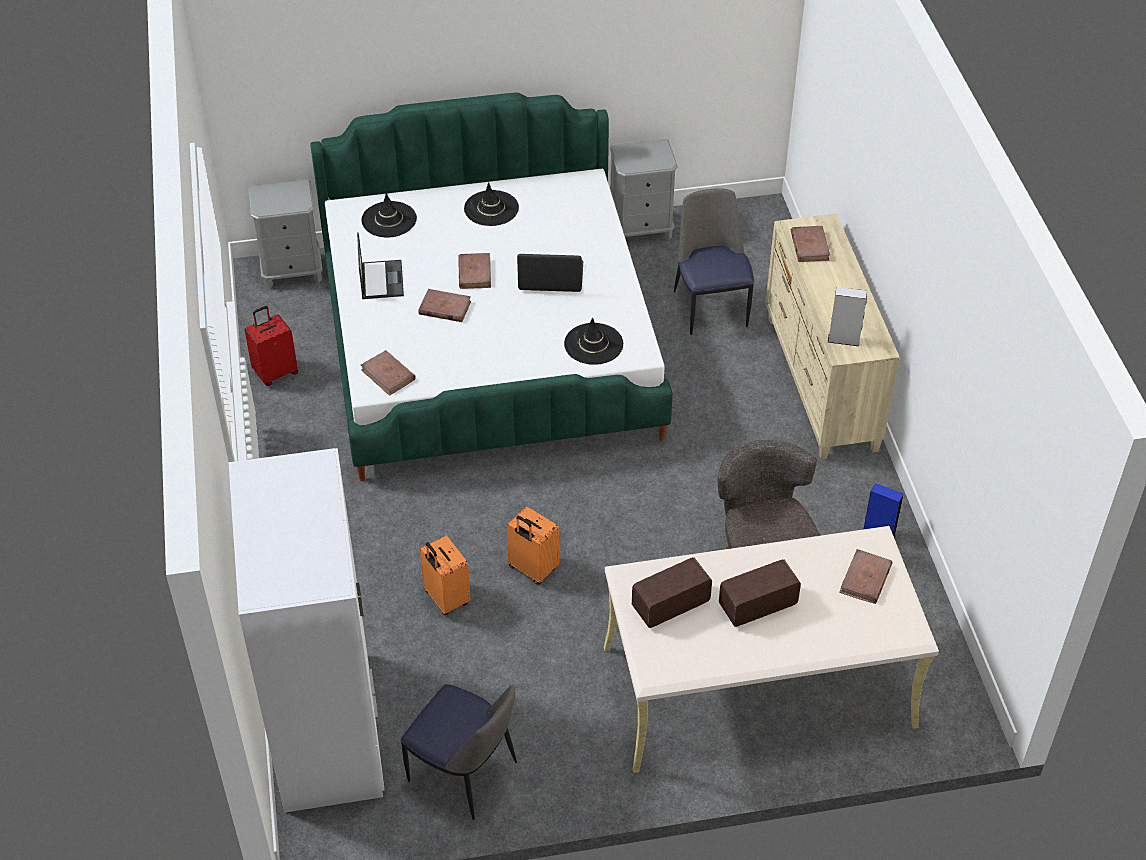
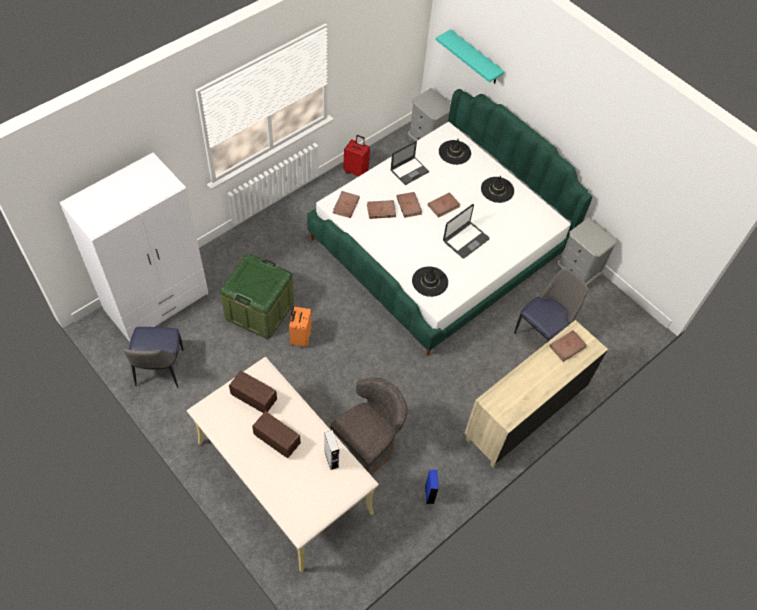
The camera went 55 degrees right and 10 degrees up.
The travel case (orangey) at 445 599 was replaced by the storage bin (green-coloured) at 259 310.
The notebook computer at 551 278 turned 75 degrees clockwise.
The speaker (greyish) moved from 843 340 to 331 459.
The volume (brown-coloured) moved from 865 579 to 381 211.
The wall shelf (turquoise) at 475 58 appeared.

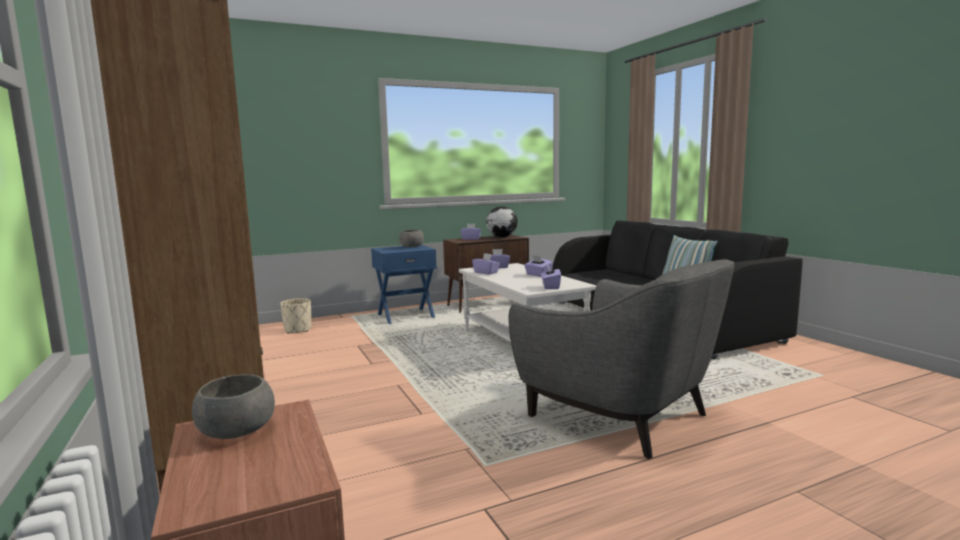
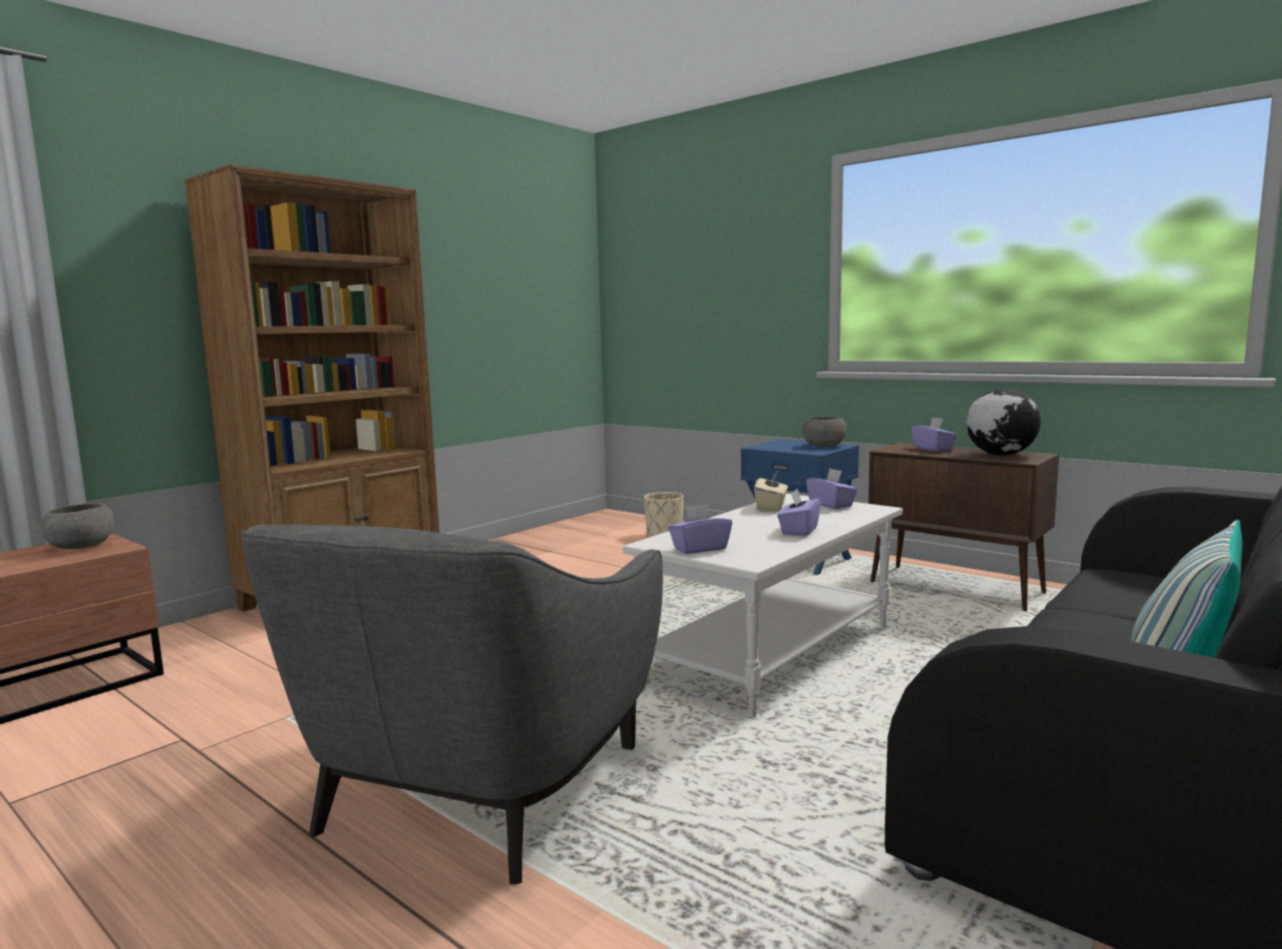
The camera went 65 degrees right and 0 degrees up.
The tissue holder (purple) at 486 272 became the tissue holder (sand-coloured) at 771 507.

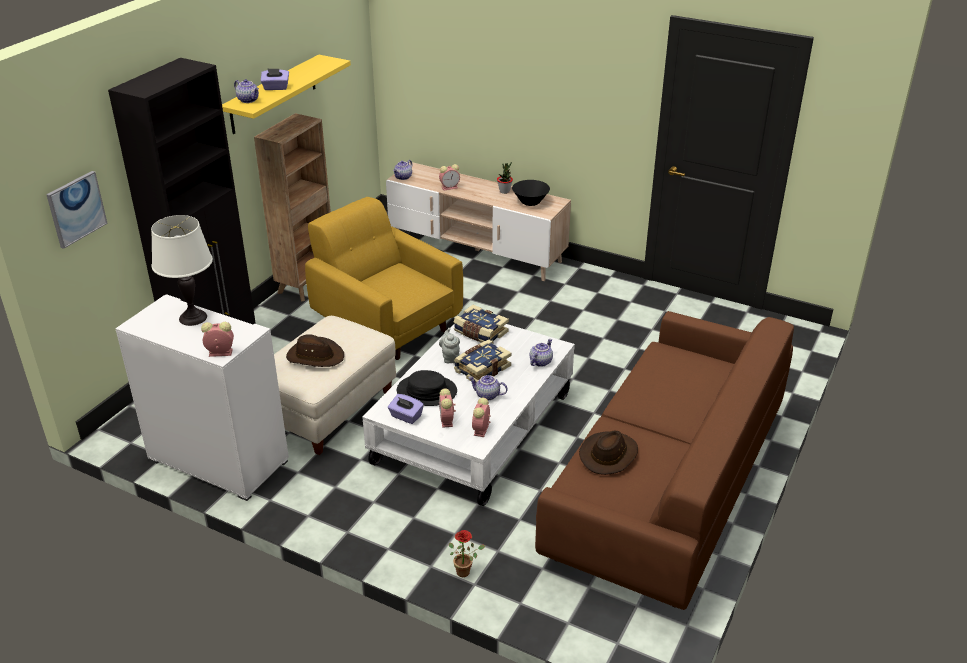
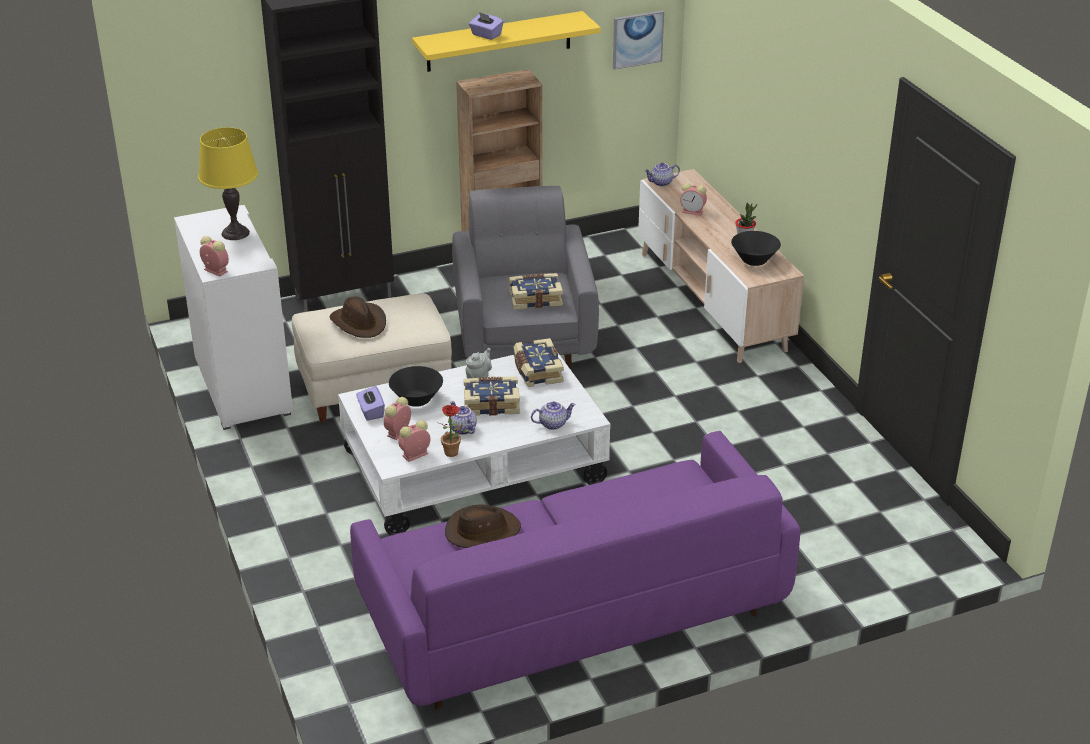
The camera went 40 degrees right and 0 degrees up.
The picture moved from 76 209 to 637 39.
The lamp for a table (white-coloured) at 193 318 became the lamp for a table (yellow-coloured) at 235 233.
The tea pot at 249 100 disappeared.
The armchair (yellow-coloured) at 386 324 became the armchair (greyish) at 524 335.
The wearable hat (blackish) at 426 391 was replaced by the bowl (blackish) at 416 400.
The plant in a pot moved from 465 571 to 454 453.
The sofa (brown-coloured) at 664 488 became the sofa (purple) at 571 612.
The volume at 535 298 appeared.

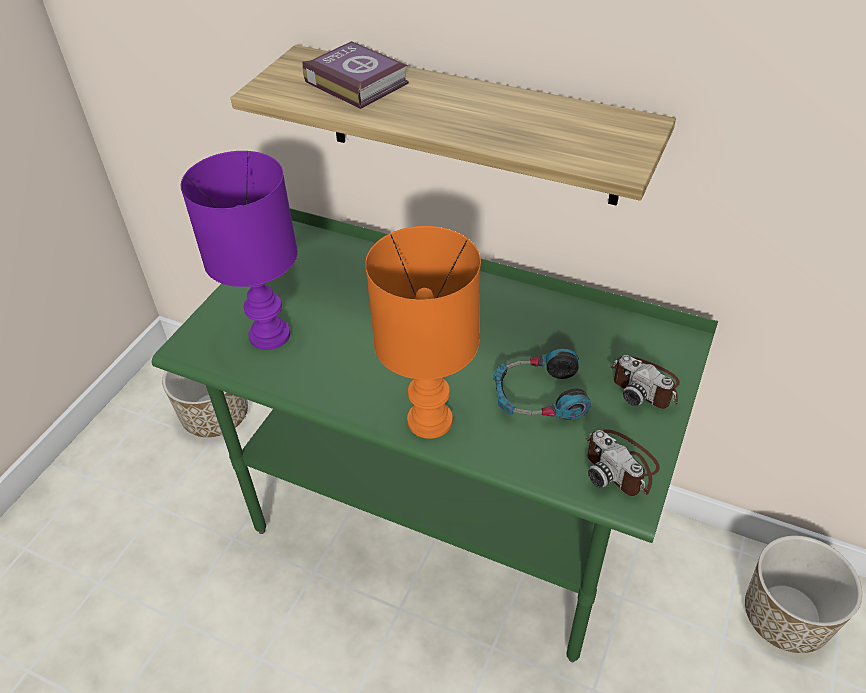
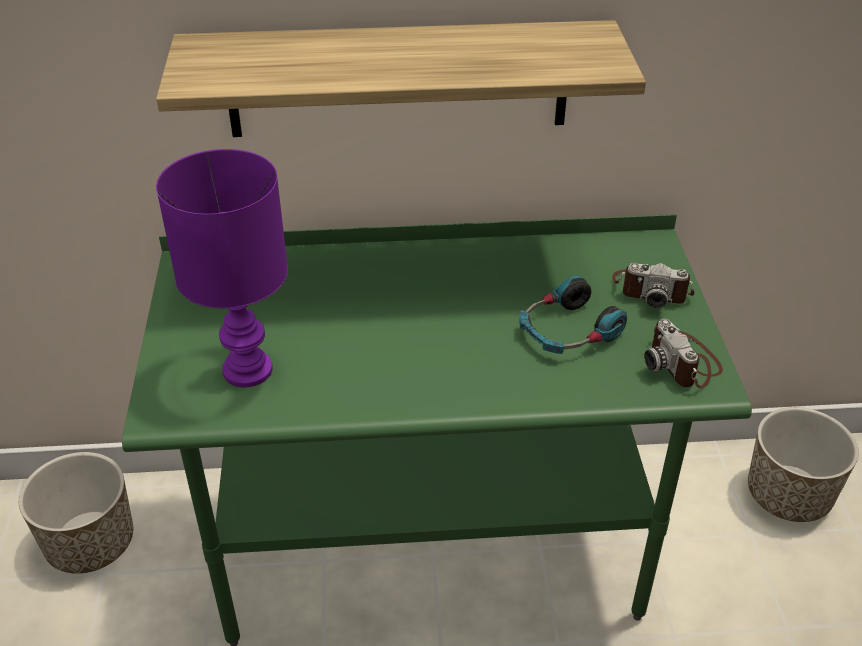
The camera went 30 degrees left and 5 degrees down.
The volume at 356 81 disappeared.
The lamp for a table (orangey) at 430 422 disappeared.
The photo camera at 621 465 turned 45 degrees clockwise.

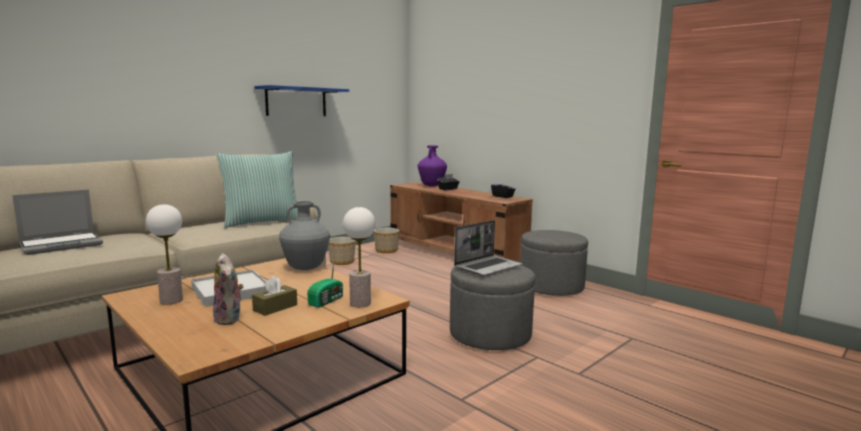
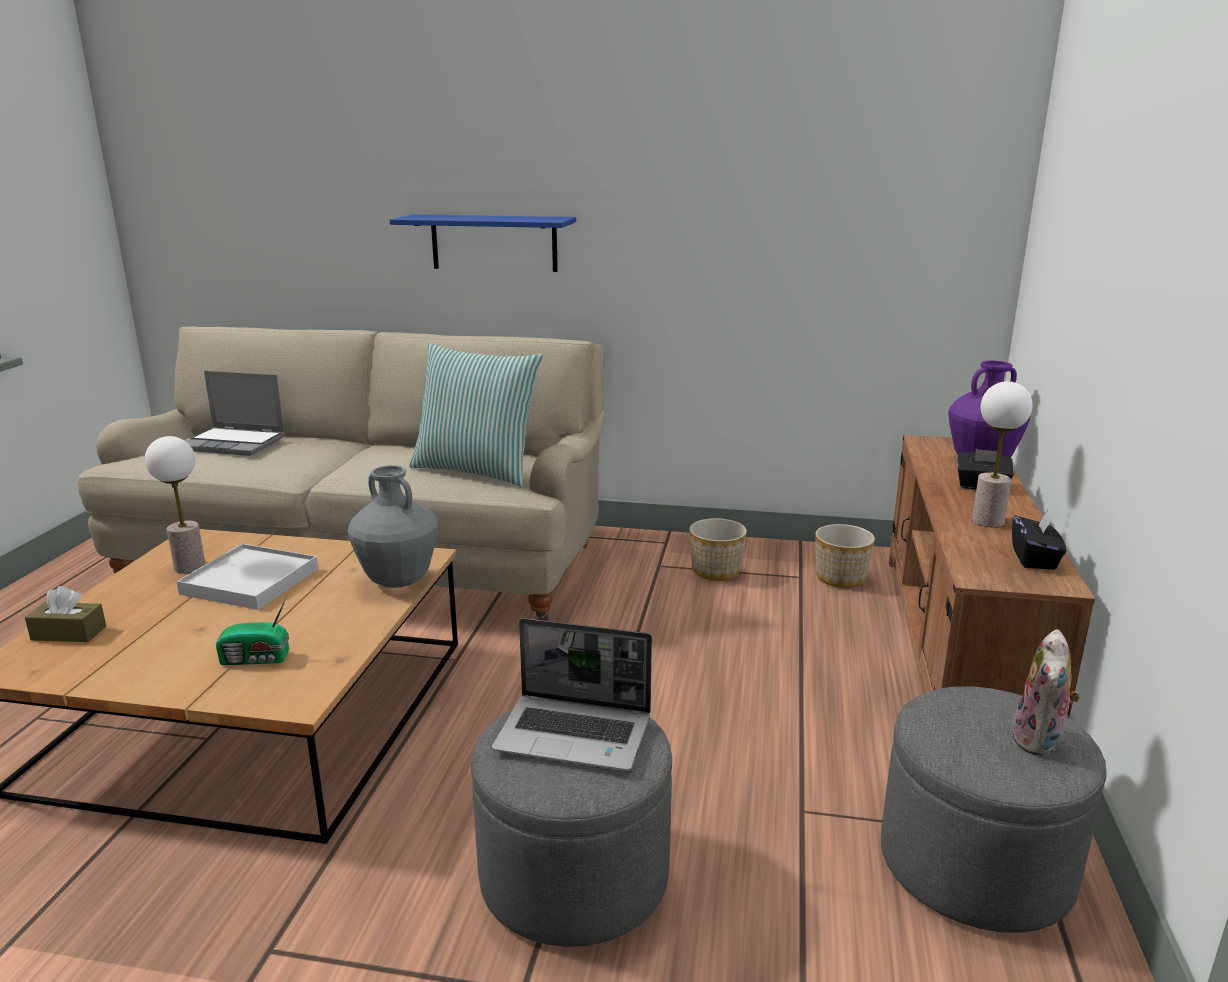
The camera went 55 degrees right and 10 degrees up.
The cuddly toy moved from 230 319 to 1040 741.
The tissue holder (brown-coloured) moved from 275 307 to 69 633.
The wall shelf (bluish) moved from 296 102 to 494 243.
The lamp for a table moved from 360 303 to 987 521.

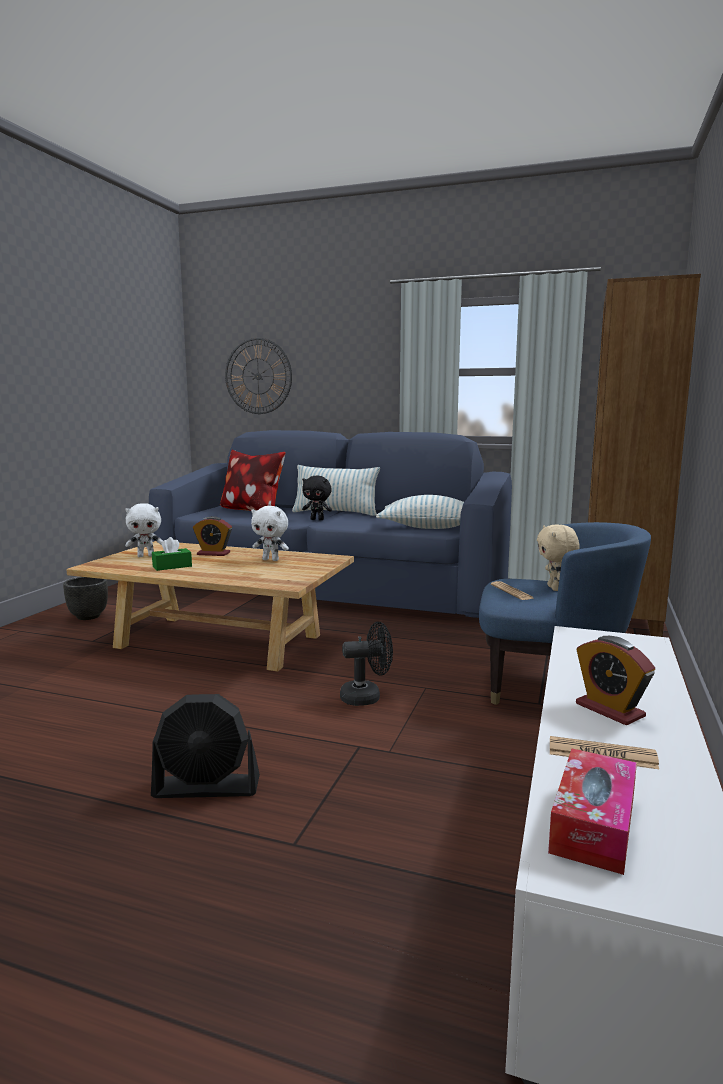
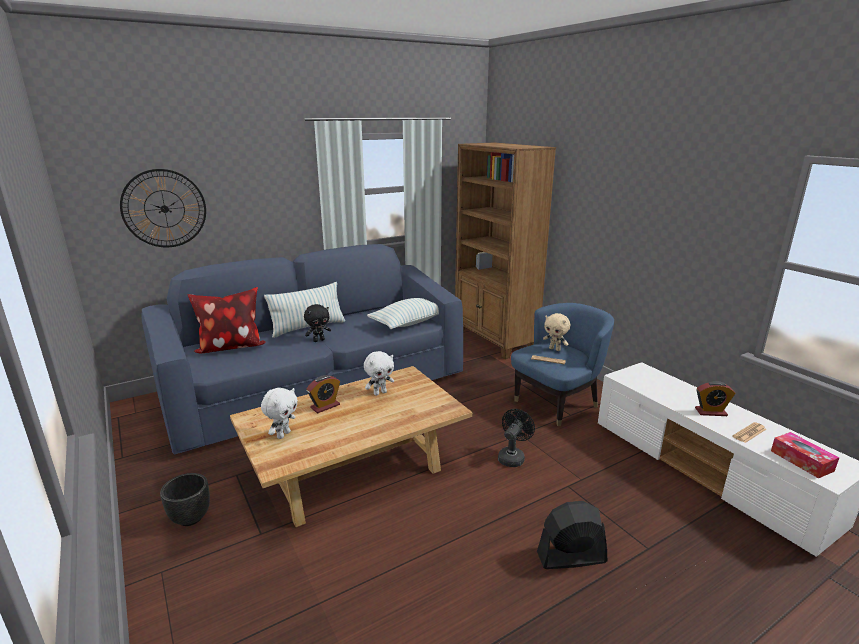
The camera went 50 degrees left and 10 degrees up.
The fan (blackish) at 207 787 turned 135 degrees counterclockwise.
The tissue holder (green-coloured) at 172 566 disappeared.

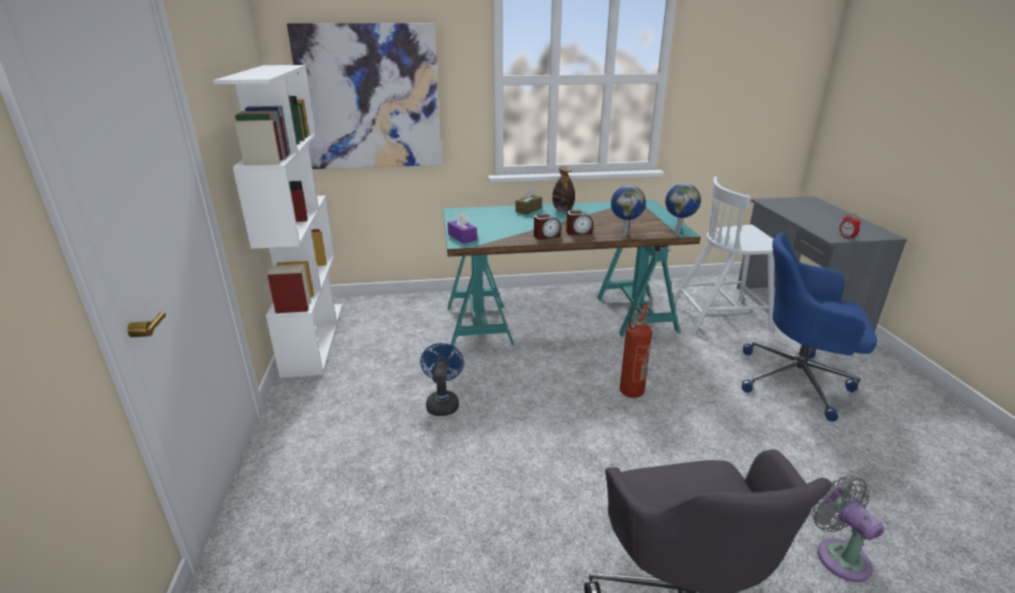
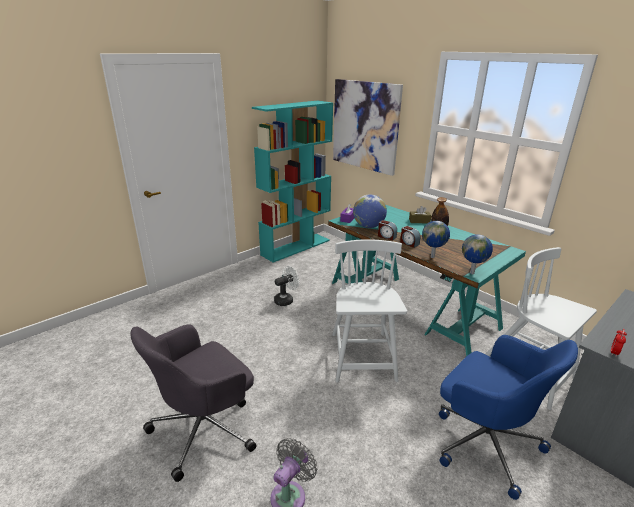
The camera went 55 degrees right and 0 degrees up.
The shelving unit (white-coloured) at 313 337 became the shelving unit (turquoise) at 296 247.
The fan (bluish) at 443 402 became the fan (white-coloured) at 286 300.
The extinguisher at 629 394 was replaced by the chair (white-coloured) at 362 358.
The desk chair (bluish) at 797 381 turned 150 degrees clockwise.
The world globe at 368 226 appeared.

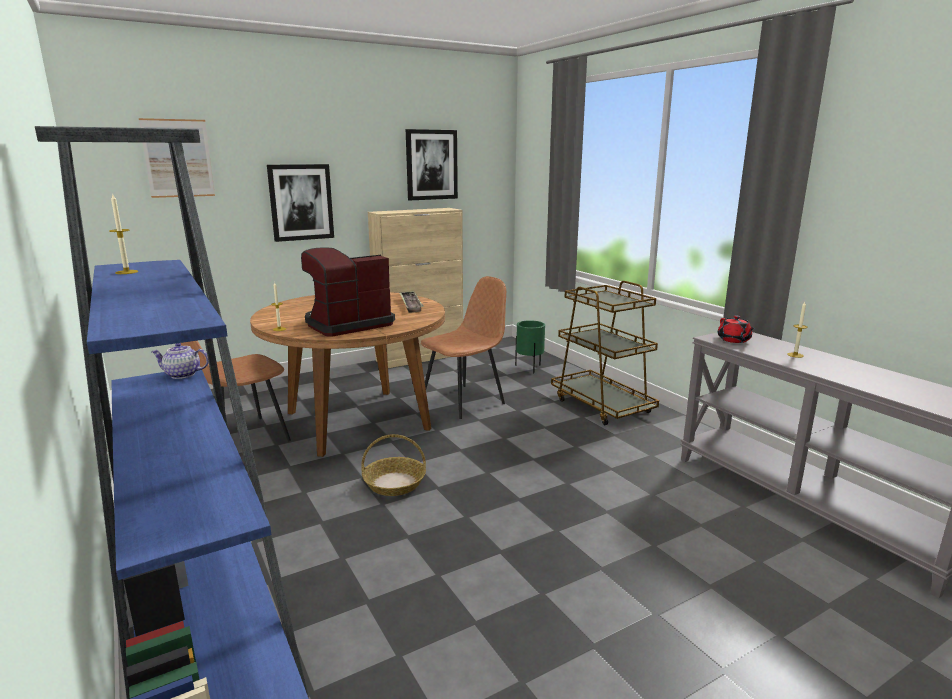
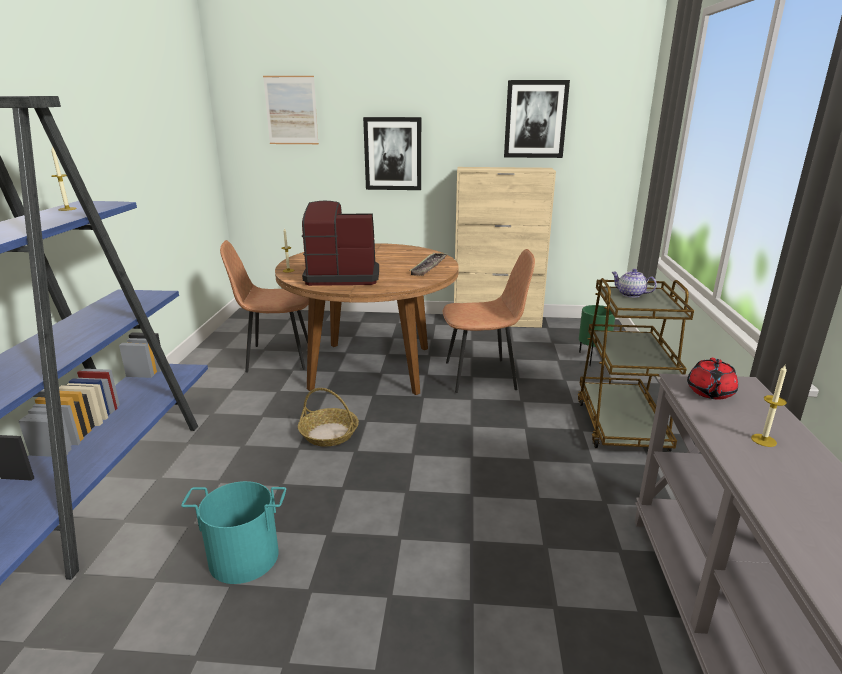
The camera went 35 degrees right and 5 degrees up.
The tea pot moved from 182 375 to 630 294.
The water bucket (turquoise) at 243 558 appeared.

